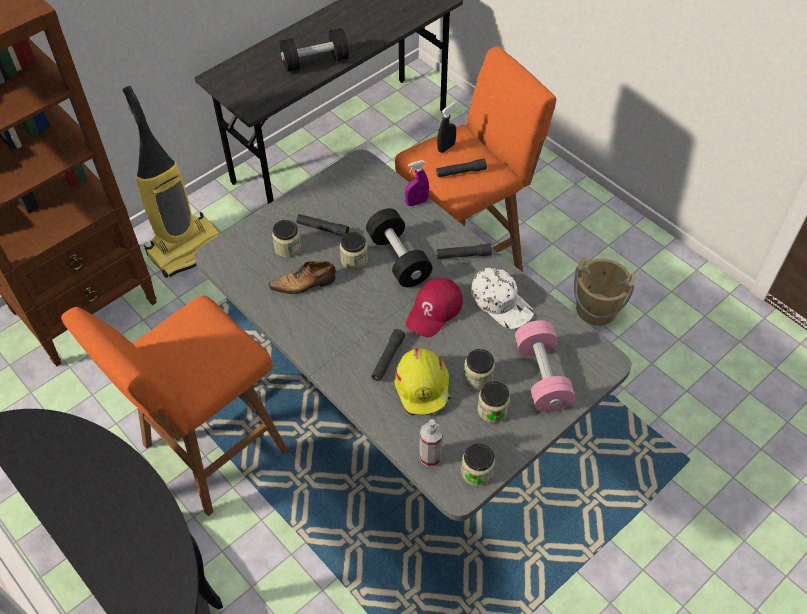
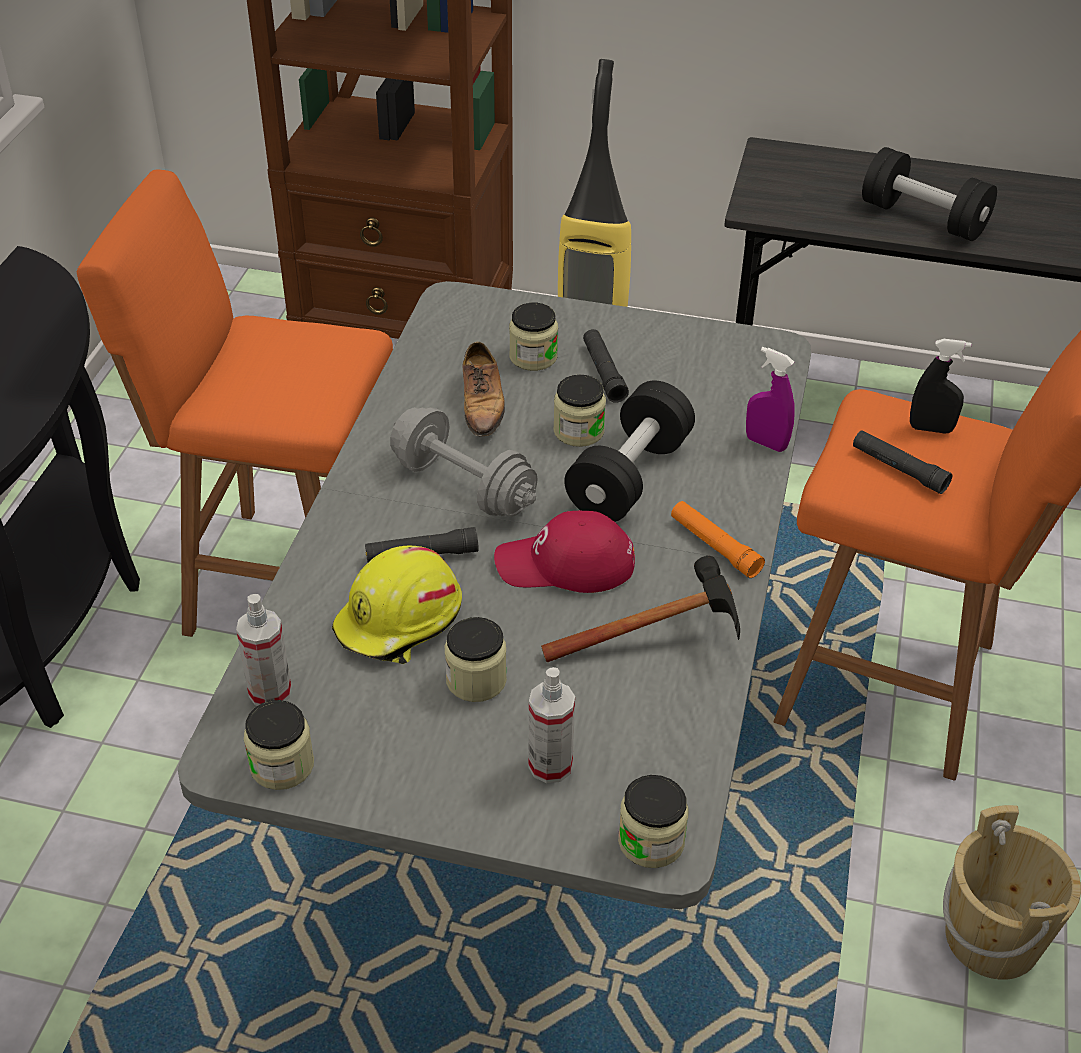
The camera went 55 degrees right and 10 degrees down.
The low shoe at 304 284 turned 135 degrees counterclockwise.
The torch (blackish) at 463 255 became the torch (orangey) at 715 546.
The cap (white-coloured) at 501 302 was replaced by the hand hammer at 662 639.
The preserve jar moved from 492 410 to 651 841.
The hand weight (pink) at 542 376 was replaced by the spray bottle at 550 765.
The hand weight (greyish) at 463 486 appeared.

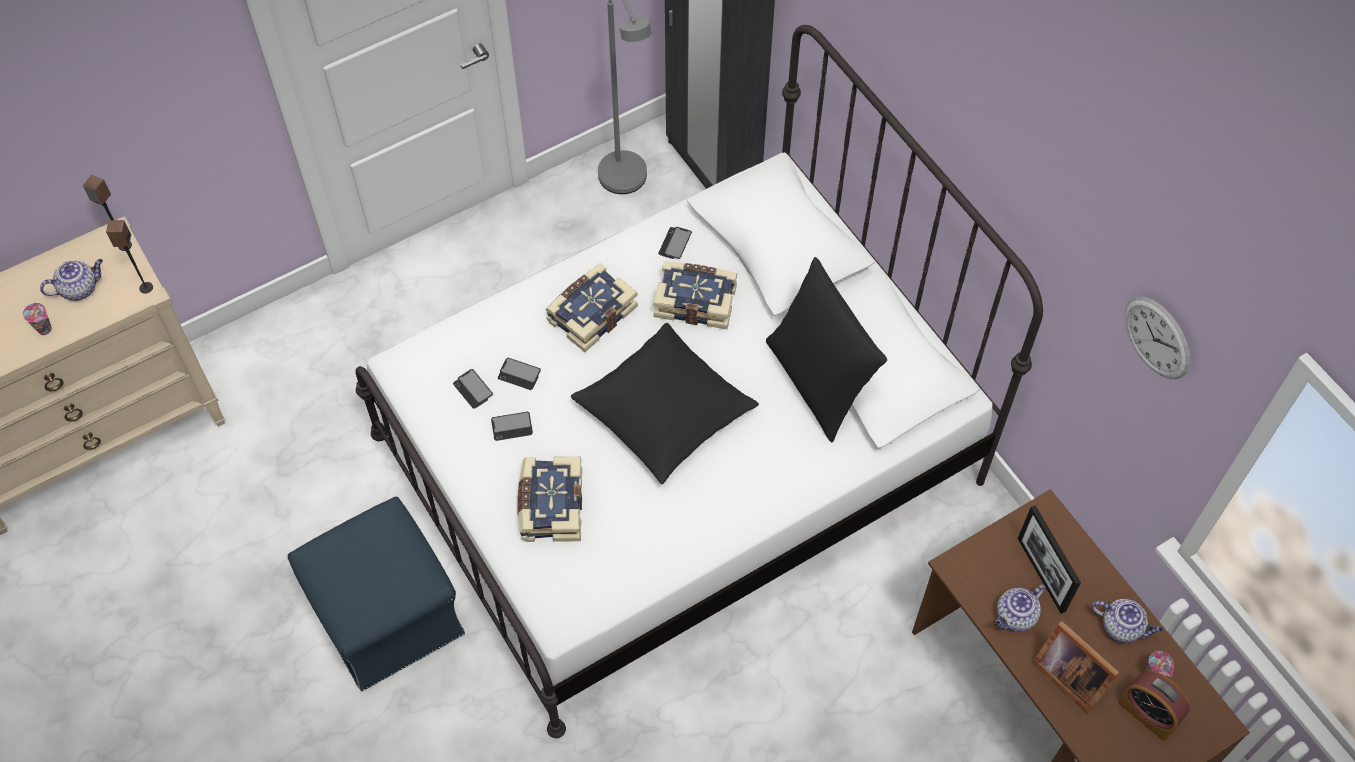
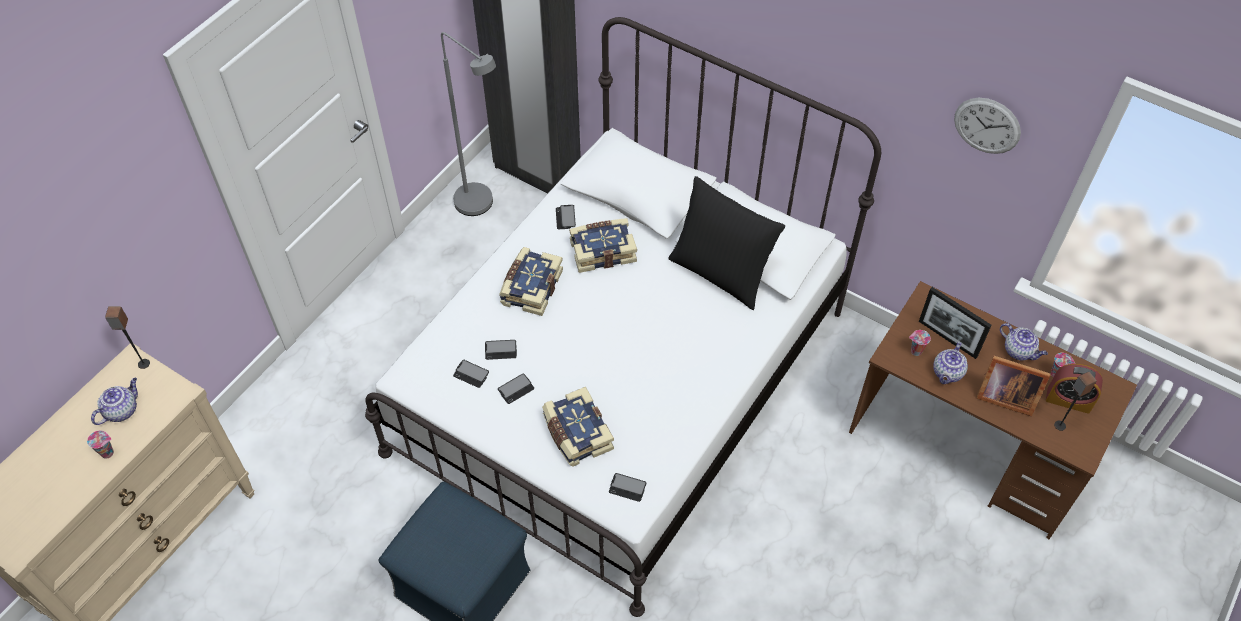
The camera went 25 degrees left and 5 degrees down.
The speaker moved from 145 287 to 1059 425.
The pillow (blackish) at 664 411 disappeared.
The tea pot at 1122 627 turned 45 degrees clockwise.
The handset at 627 488 appeared.
The drinking cup at 915 351 appeared.

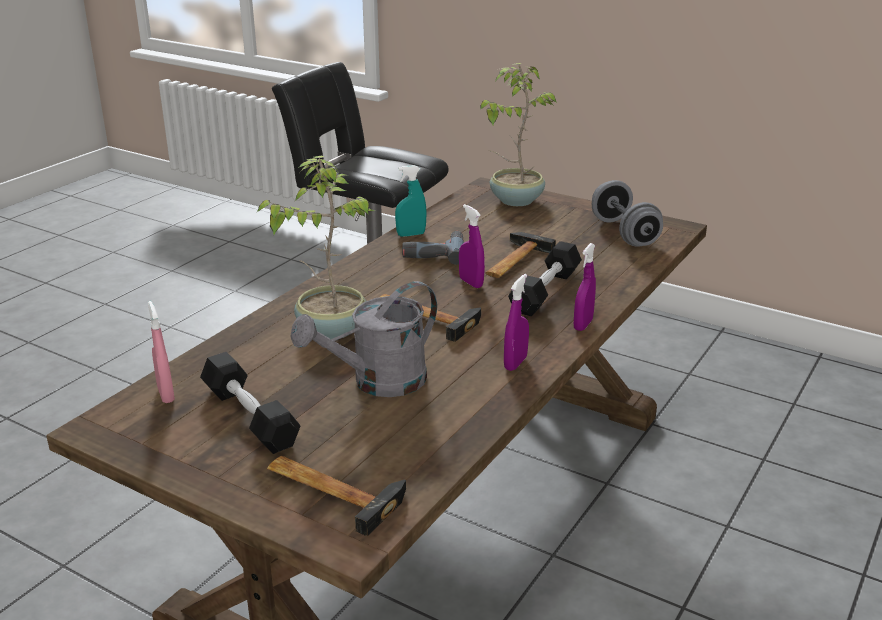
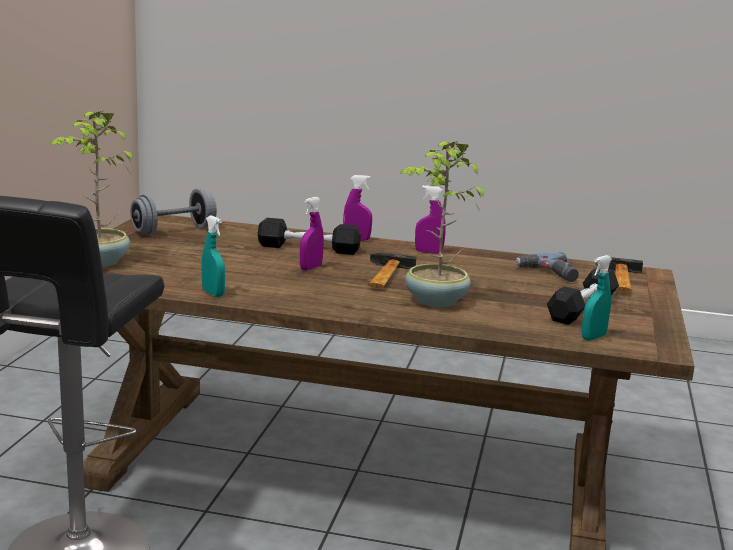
The camera went 110 degrees left and 10 degrees down.
The spray bottle (pink) at 166 394 became the spray bottle (turquoise) at 593 337.
The watering pot (greyish) at 378 383 disappeared.
The electric drill moved from 434 253 to 548 274.
The hand hammer at 512 261 disappeared.

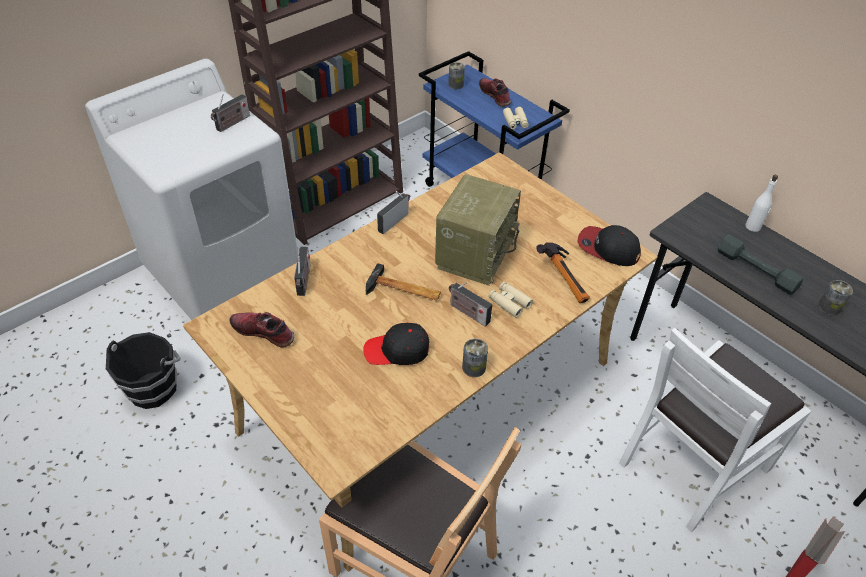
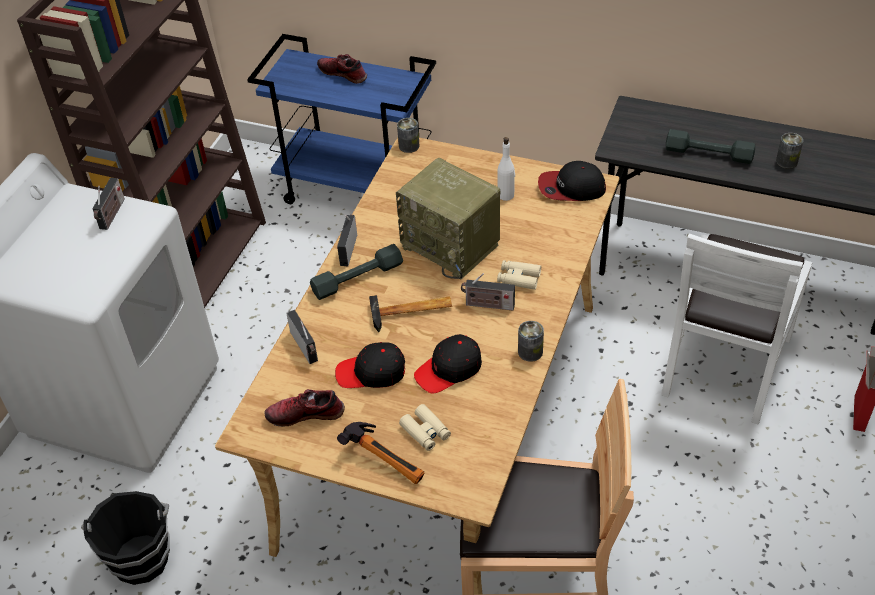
The camera went 25 degrees left and 0 degrees up.
The radio set at 475 253 turned 135 degrees clockwise.
The sealed can moved from 456 84 to 409 146.
The binoculars (sand-coloured) moved from 515 122 to 425 432.
The hand hammer moved from 566 279 to 387 458.
The bottle (white-coloured) moved from 753 227 to 506 195.
The hand weight (greyish) at 357 278 appeared.
The cap (blackish) at 371 372 appeared.

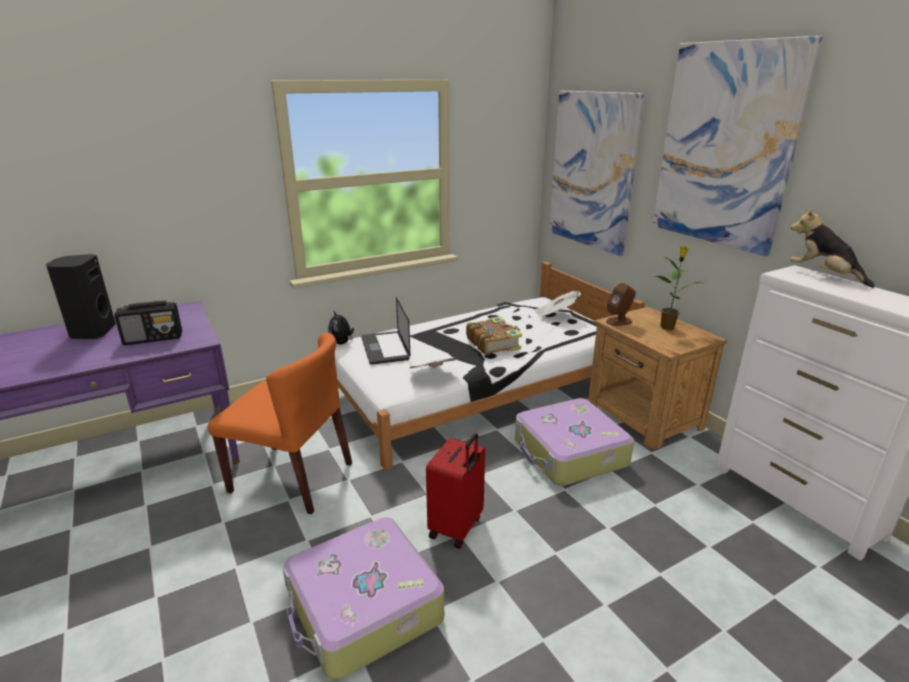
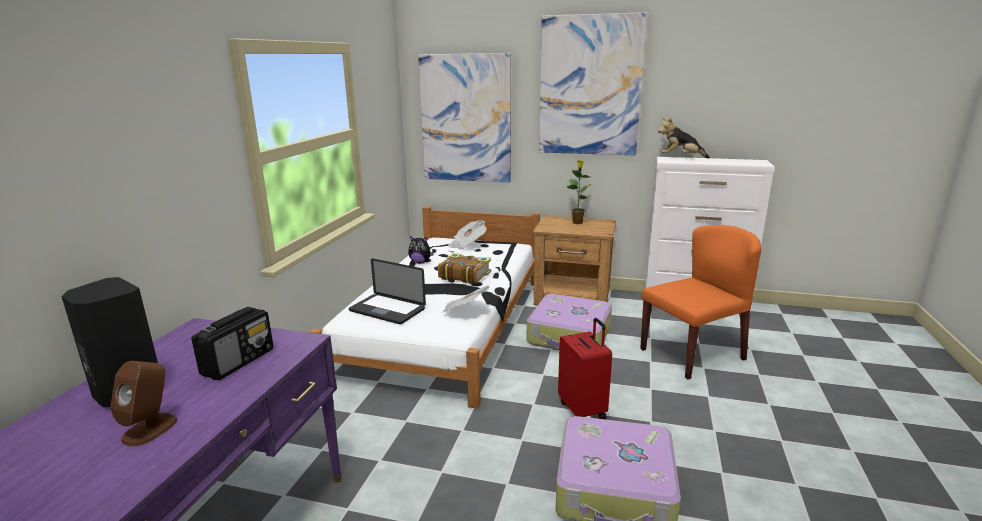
The camera went 45 degrees left and 5 degrees down.
The chair (orangey) moved from 292 477 to 692 353.
The cuddly toy moved from 342 343 to 420 262.
The speaker (brown-coloured) moved from 619 321 to 150 429.

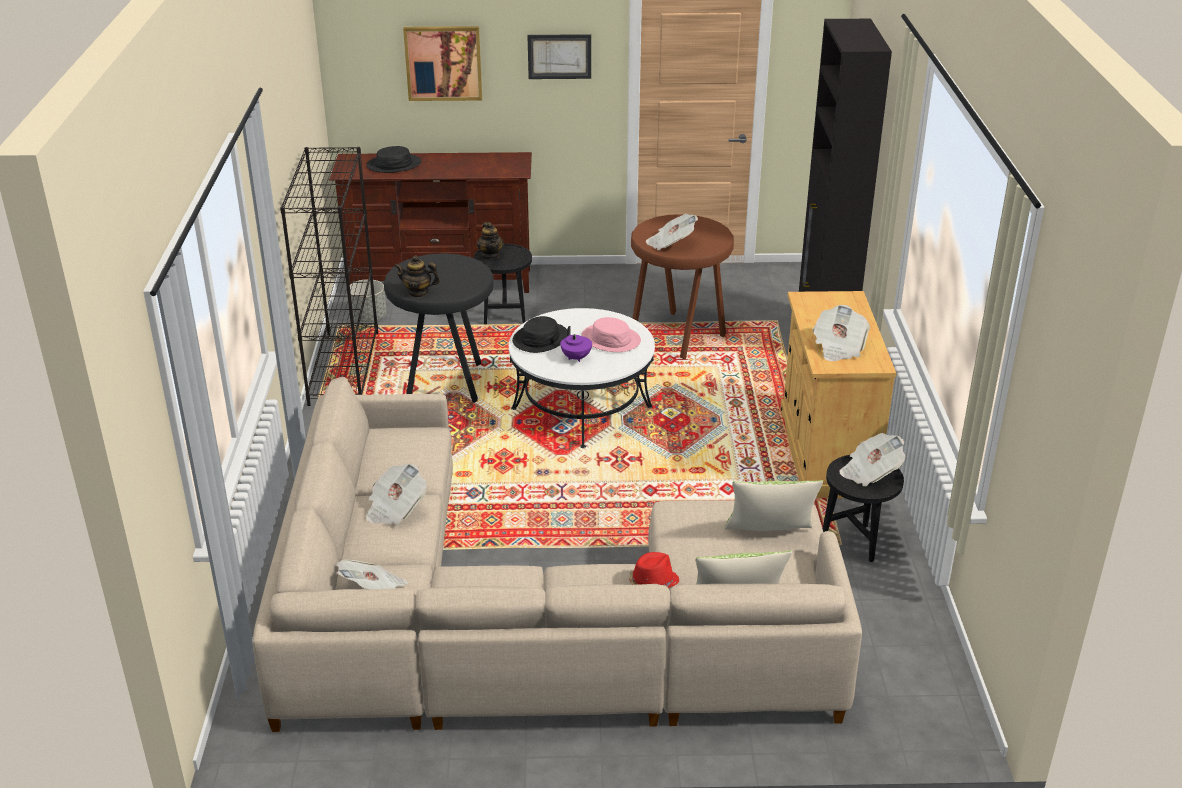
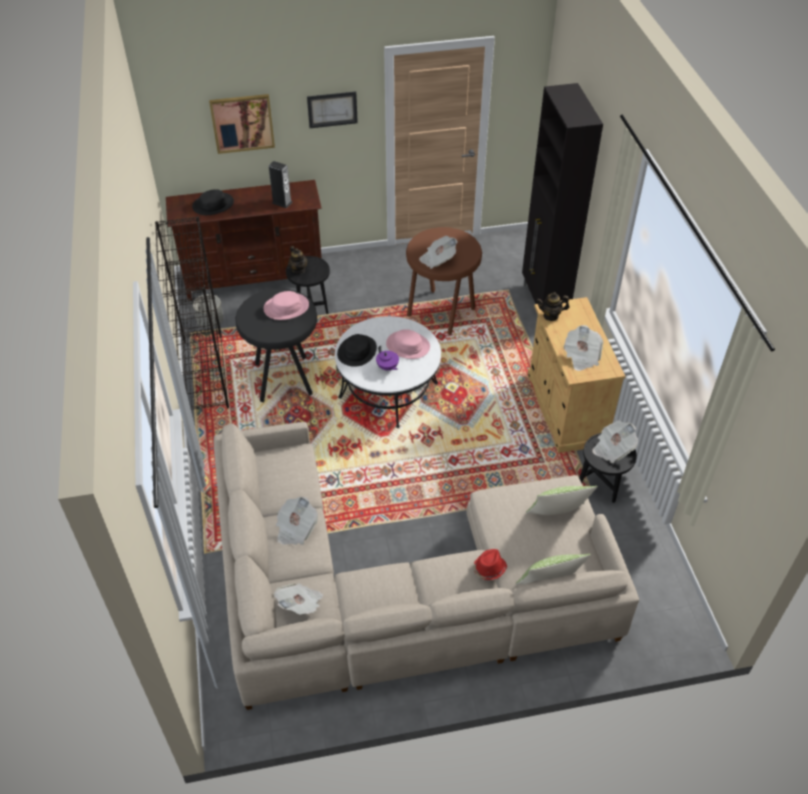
The camera went 10 degrees left and 15 degrees up.
The tea pot moved from 418 292 to 551 315.
The wearable hat (pink) at 286 307 appeared.
The speaker at 282 202 appeared.

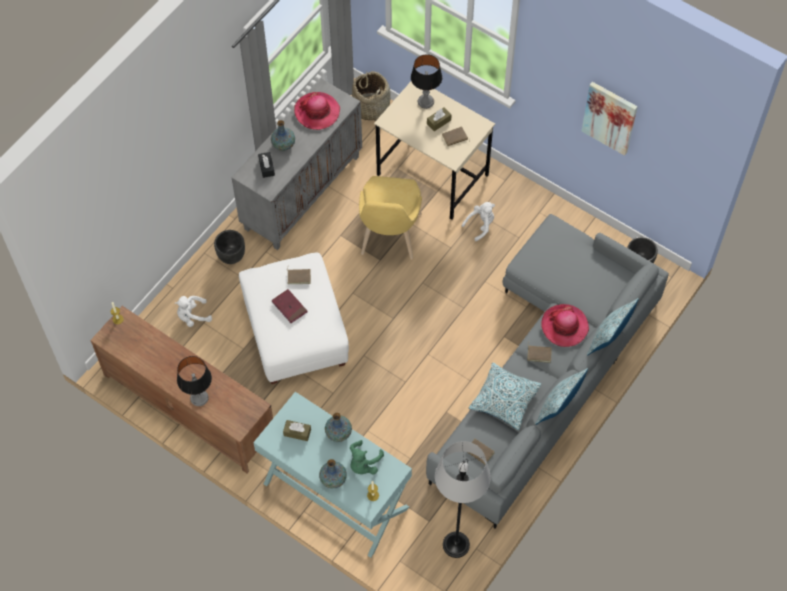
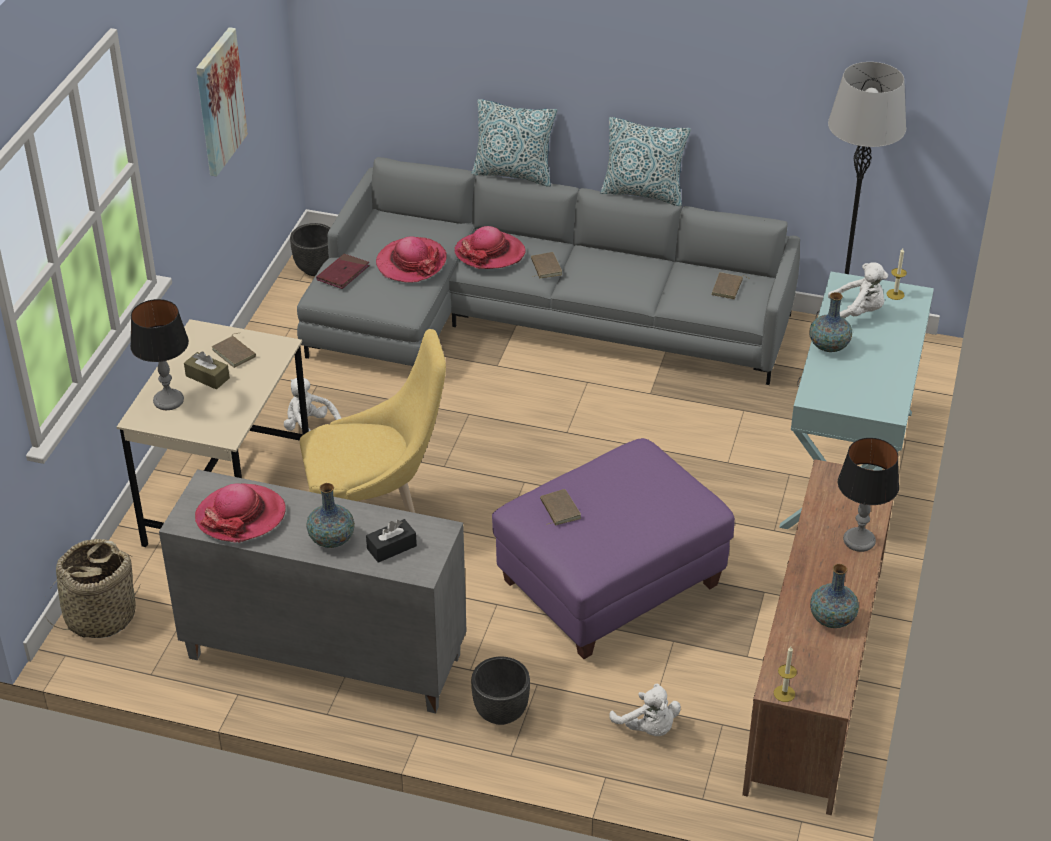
The camera went 110 degrees left and 20 degrees down.
The footrest (white-coloured) at 295 334 became the footrest (purple) at 611 585.
The volume (reddish) moved from 289 307 to 343 273.
The tissue holder (brown-coloured) at 297 432 disappeared.
The vase moved from 333 479 to 832 619.
The cuddly toy (green-coloured) at 363 464 became the cuddly toy (white-coloured) at 857 313.
The pillow at 504 400 disappeared.
The wearable hat at 411 262 appeared.

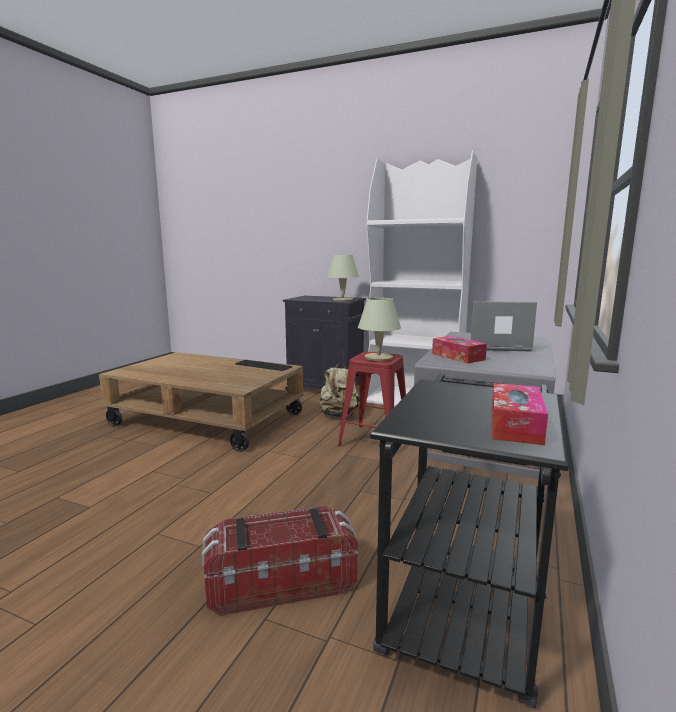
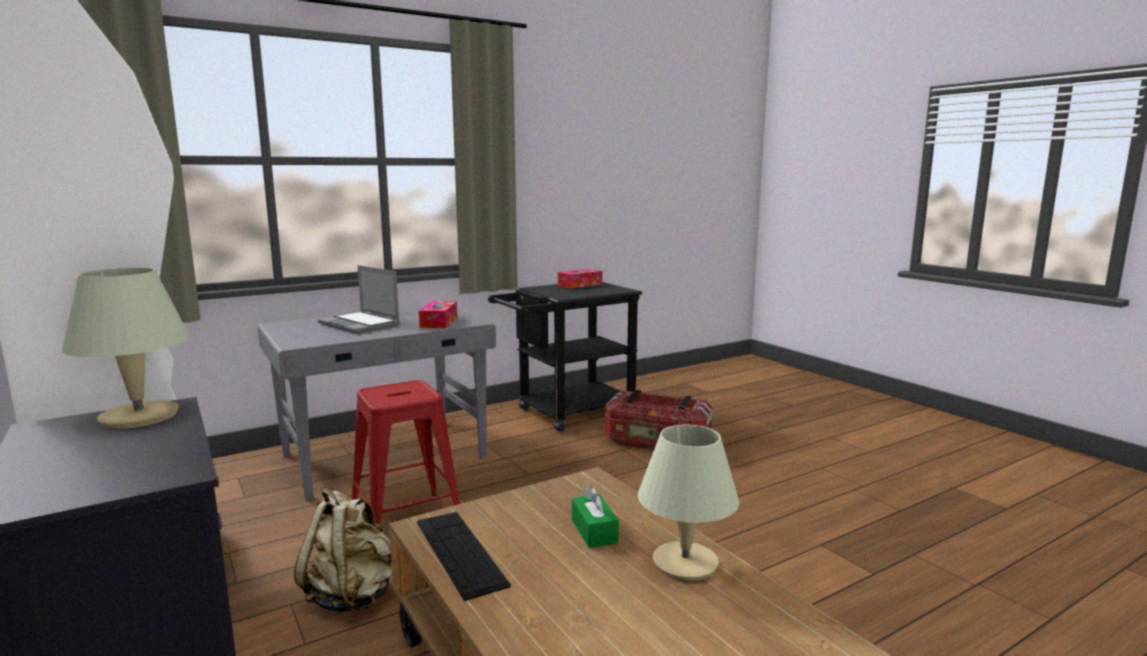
The camera went 145 degrees left and 0 degrees up.
The lamp for a table (sand-coloured) moved from 378 358 to 685 562.
The tissue holder (green-coloured) at 594 531 appeared.

